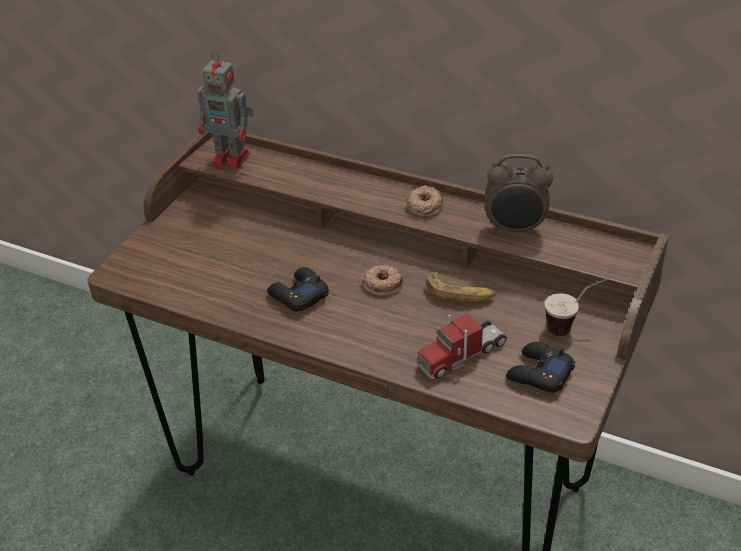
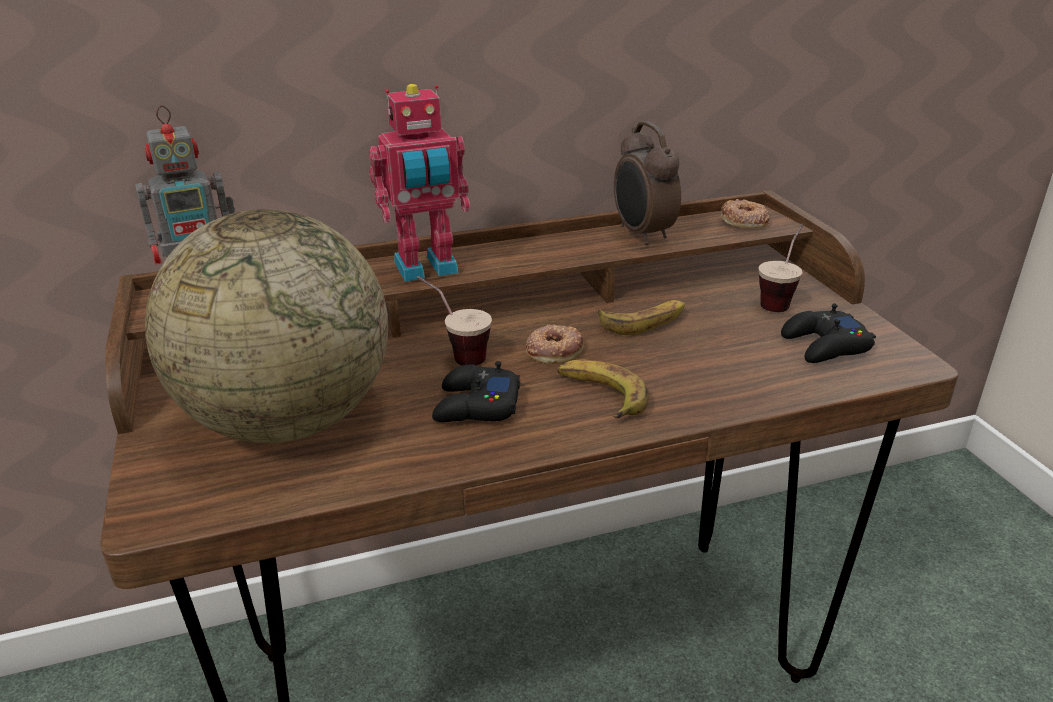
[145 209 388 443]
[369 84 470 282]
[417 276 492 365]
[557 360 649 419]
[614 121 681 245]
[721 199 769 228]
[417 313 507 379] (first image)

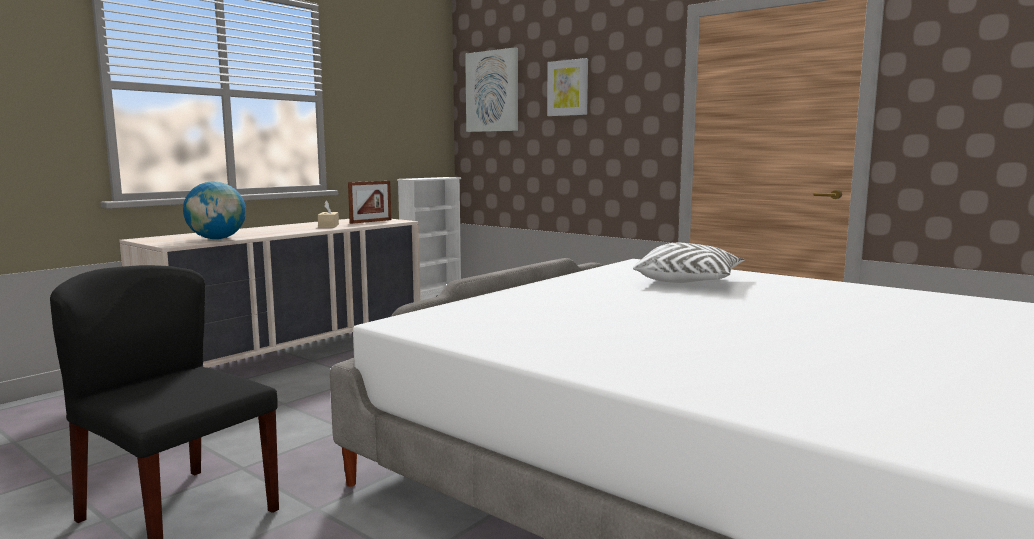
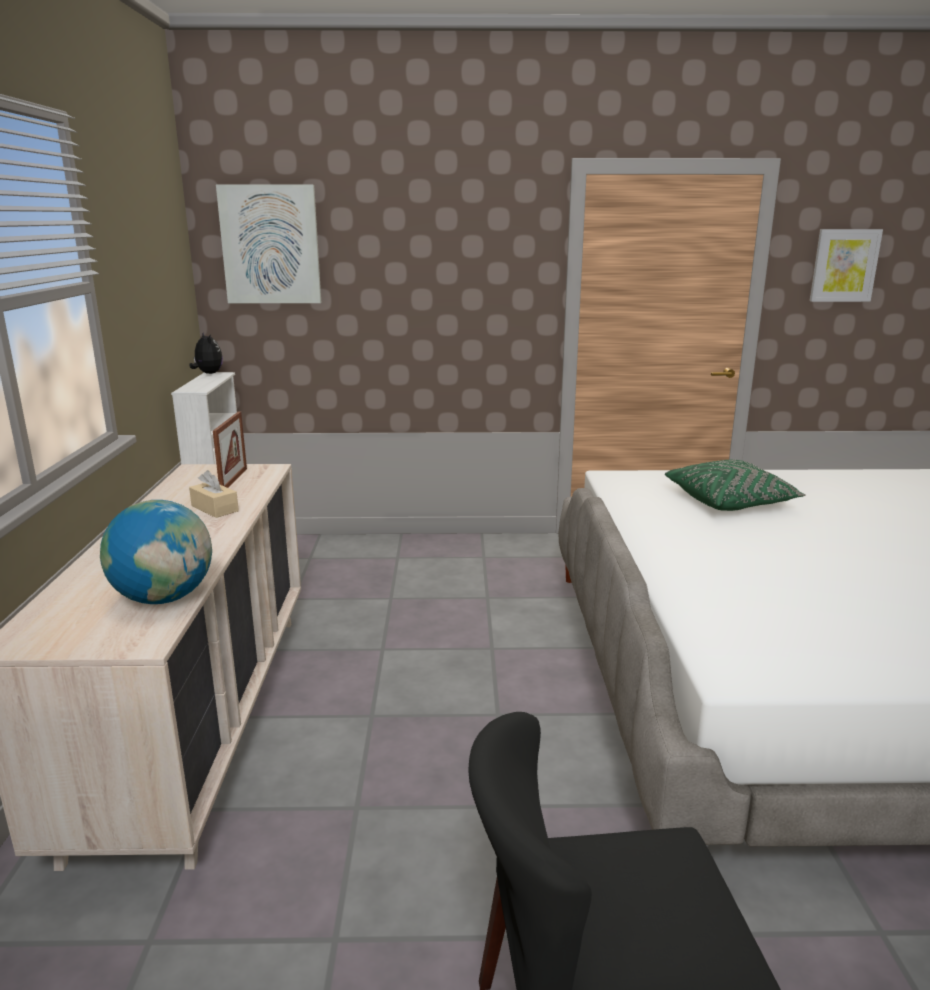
[189 332 223 374]
[665 460 806 511]
[810 229 883 302]

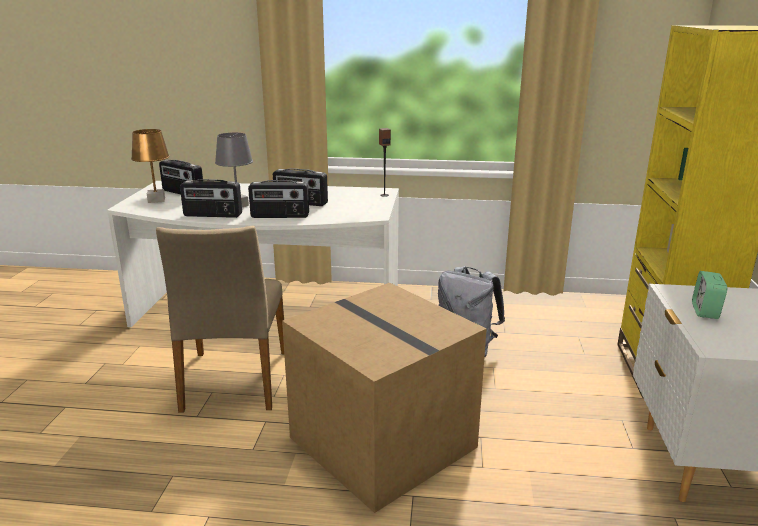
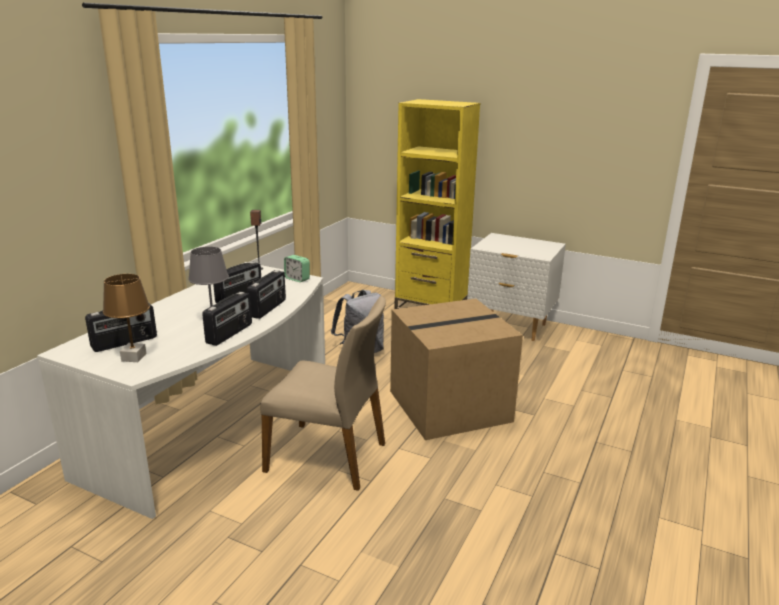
[284 255 310 282]

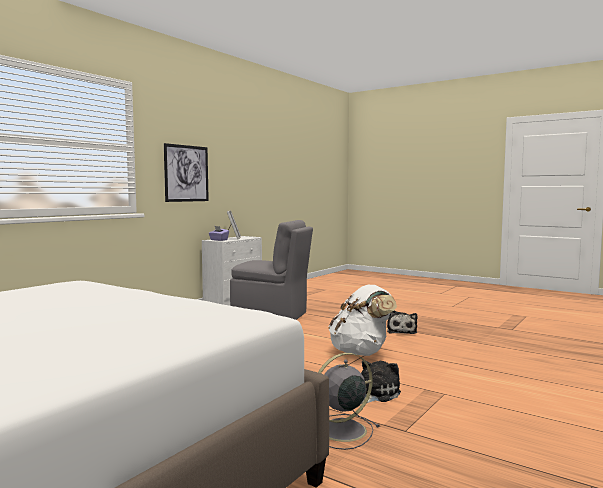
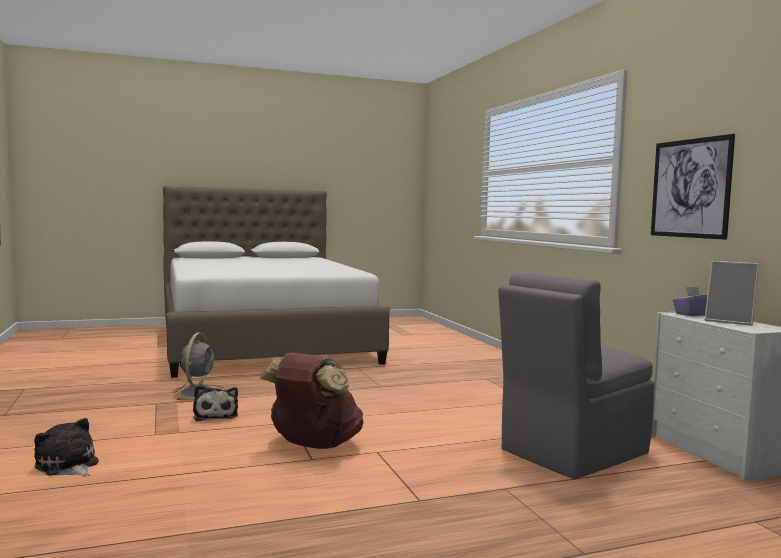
[34 418 99 477]
[260 352 363 449]

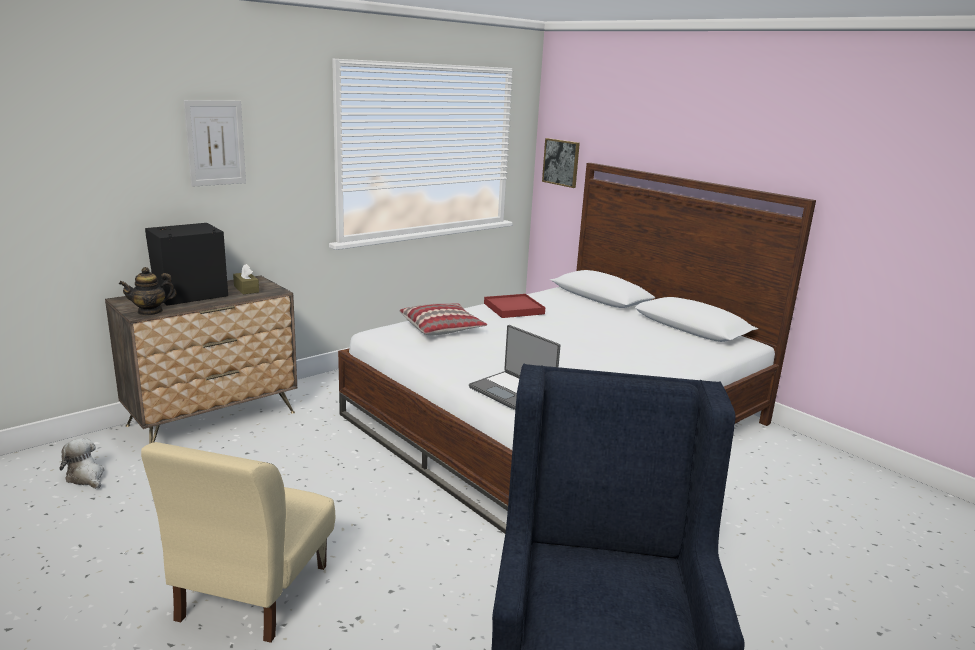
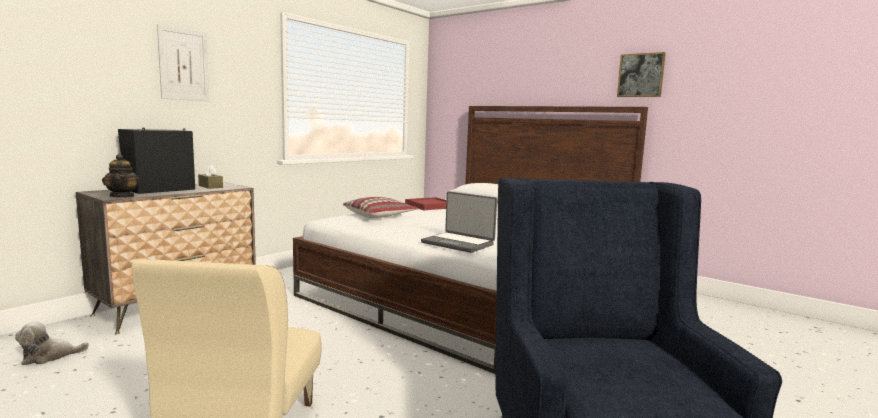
[15 321 89 365]
[102 154 140 198]
[617 52 666 97]

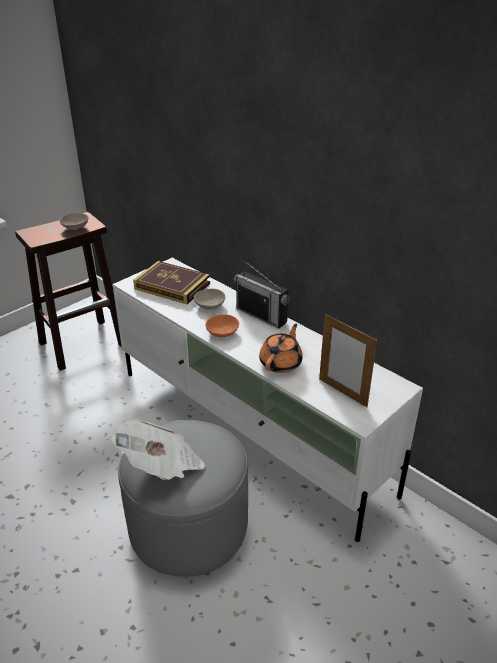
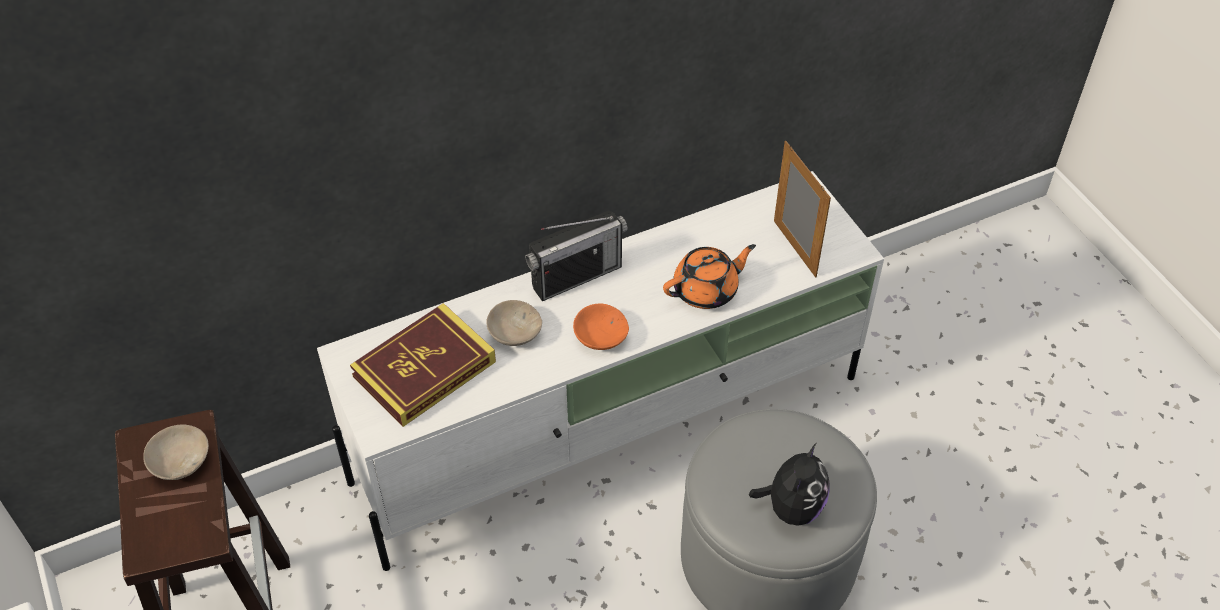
[663 244 756 309]
[749 444 830 526]
[774 141 831 278]

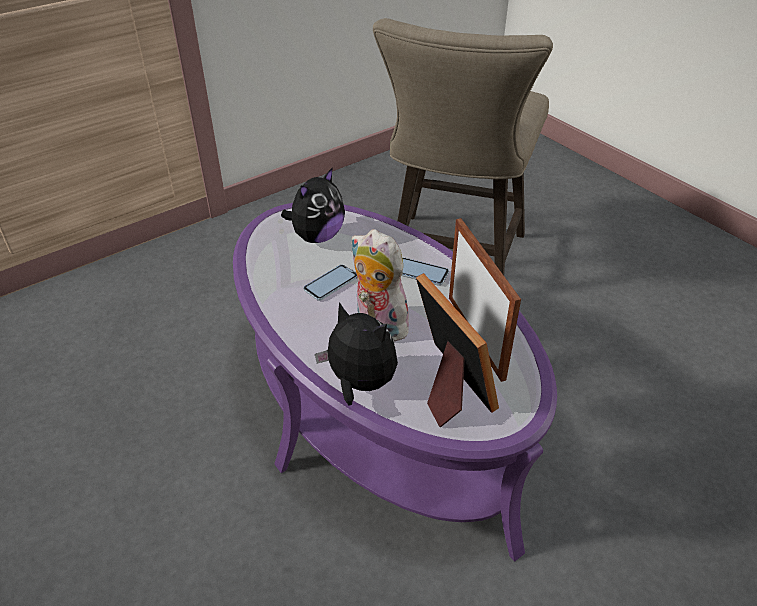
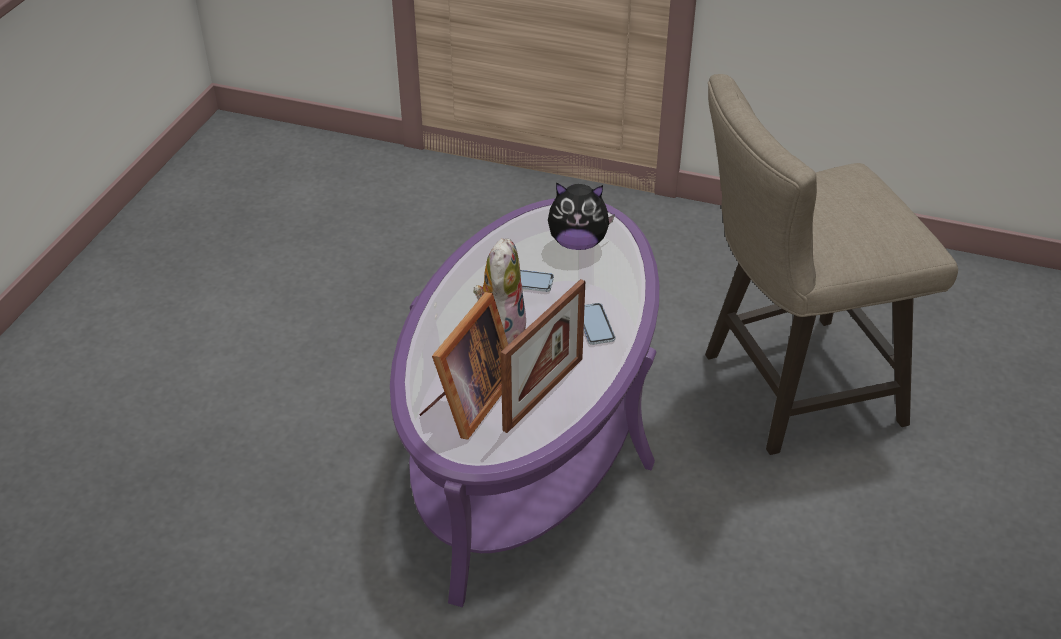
[315 302 398 406] (first image)

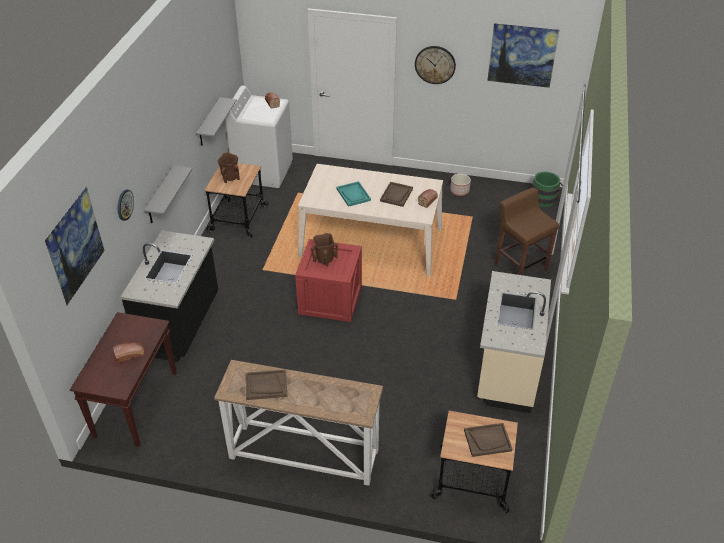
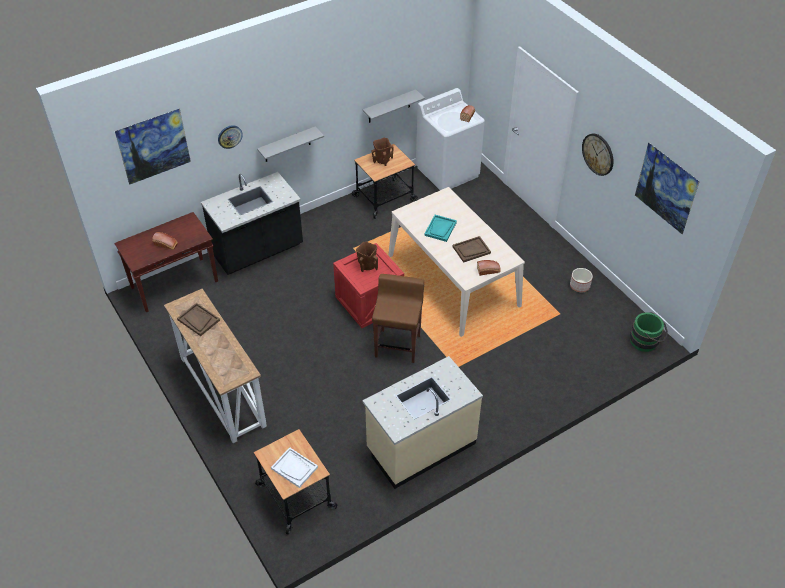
[271 447 318 488]
[372 274 424 363]

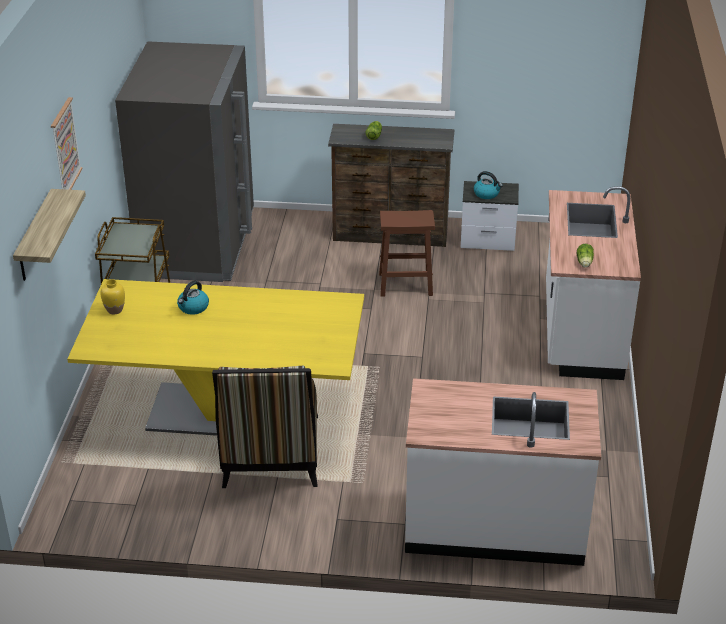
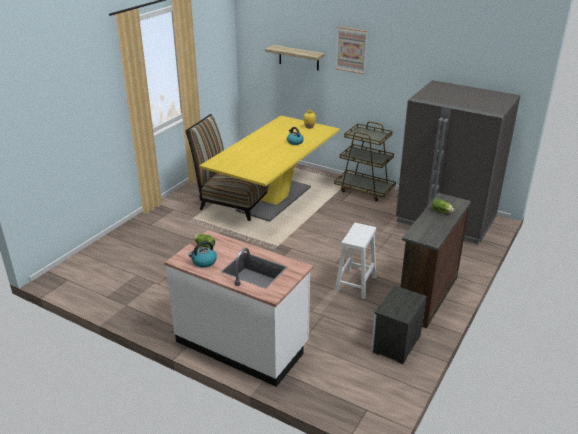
[188 241 217 268]
[335 223 376 299]
[405 378 601 566] (first image)

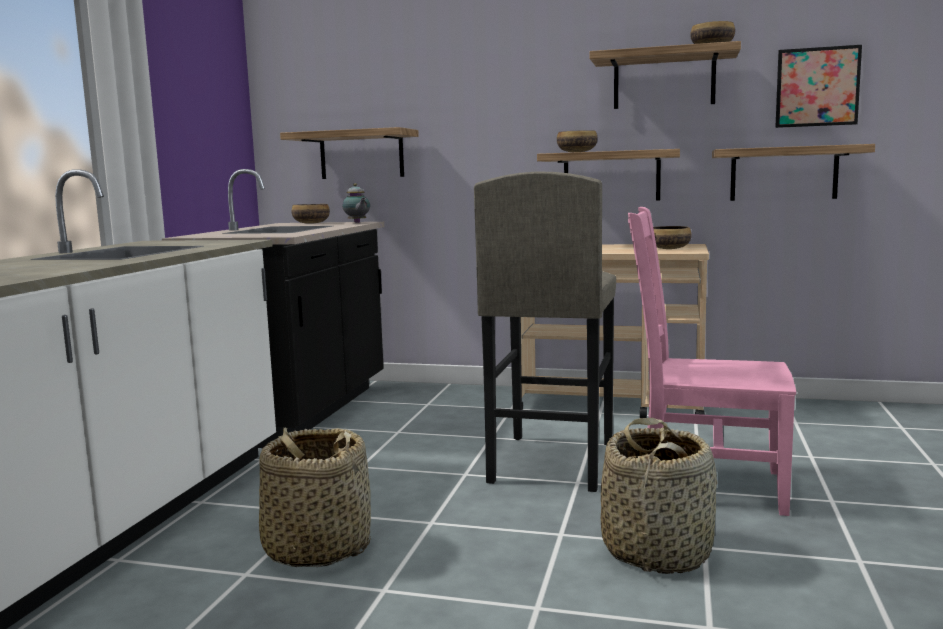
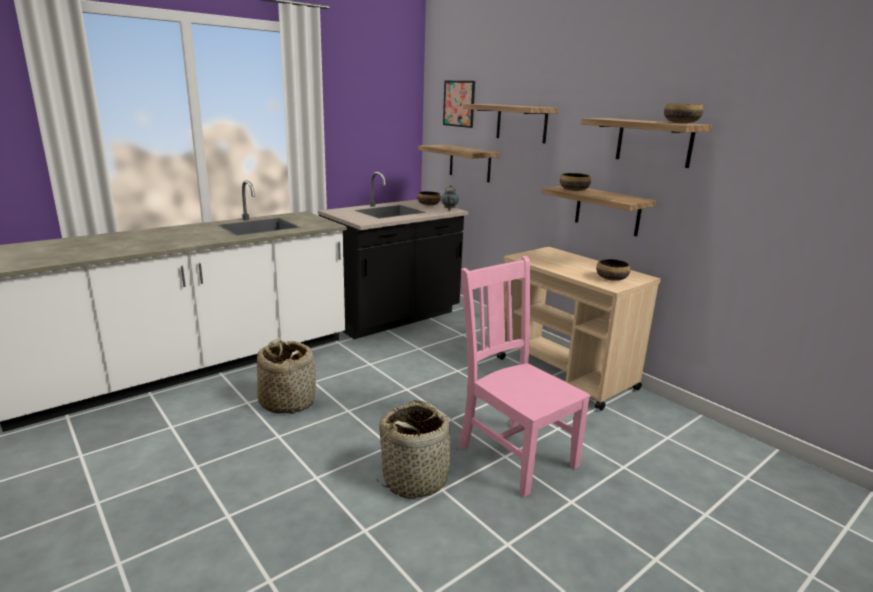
[443 81 475 128]
[463 104 559 144]
[474 171 616 492] (first image)

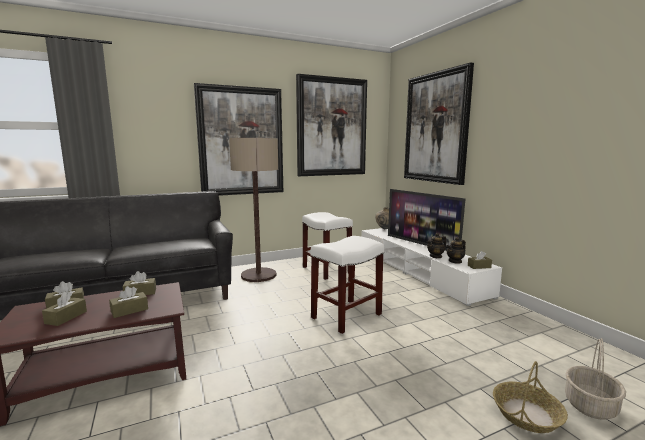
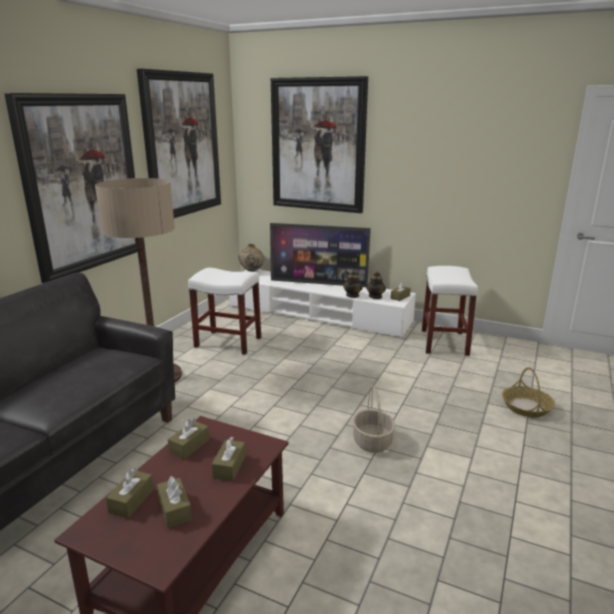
[352 385 395 453]
[422 266 478 356]

